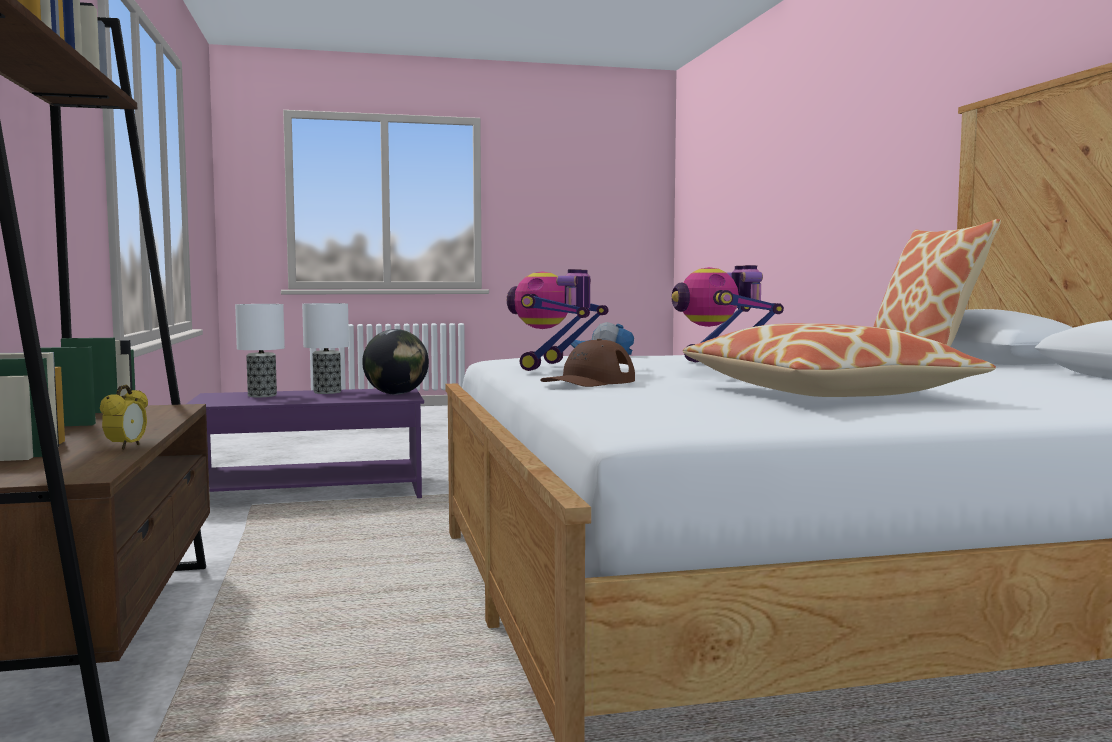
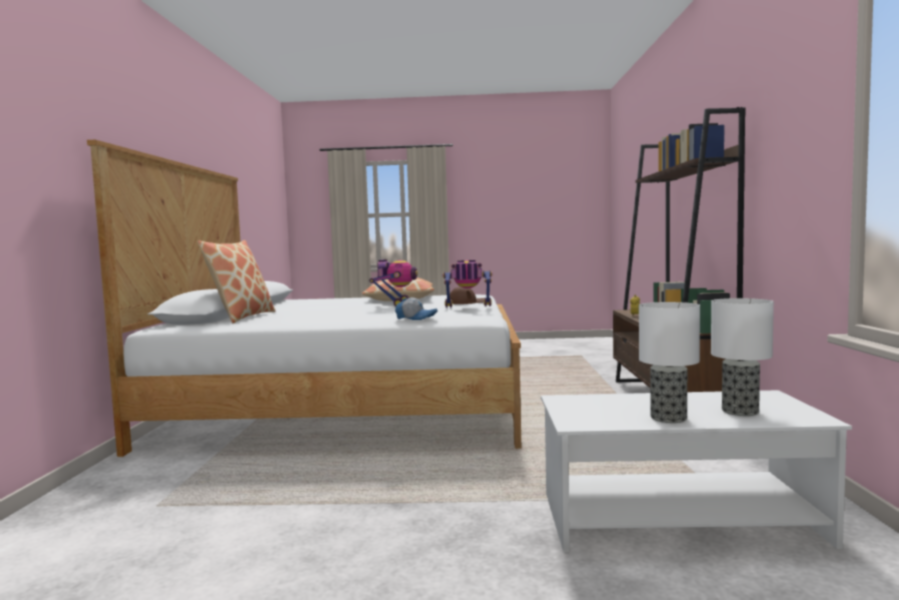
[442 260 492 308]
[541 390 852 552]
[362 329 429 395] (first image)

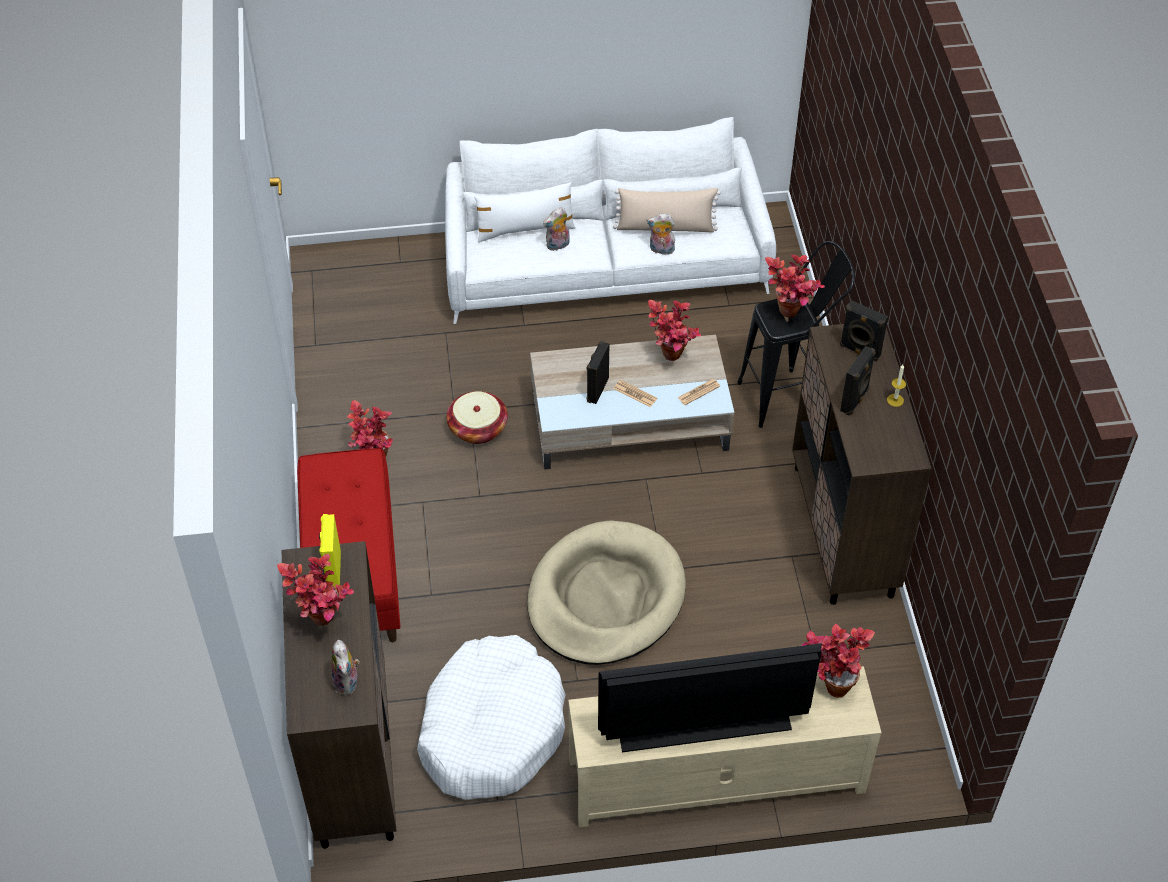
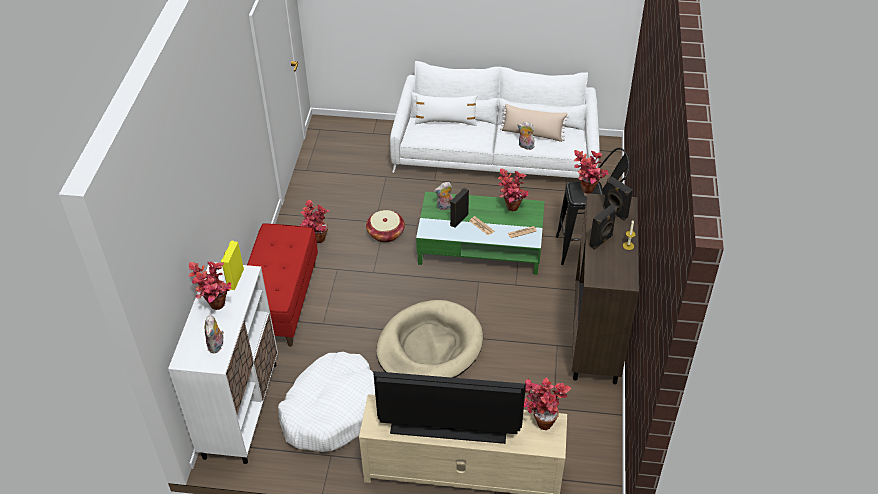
[168 262 278 464]
[416 192 545 275]
[434 182 453 210]

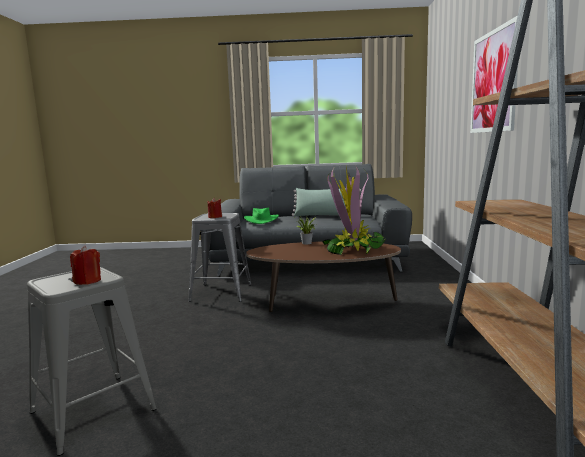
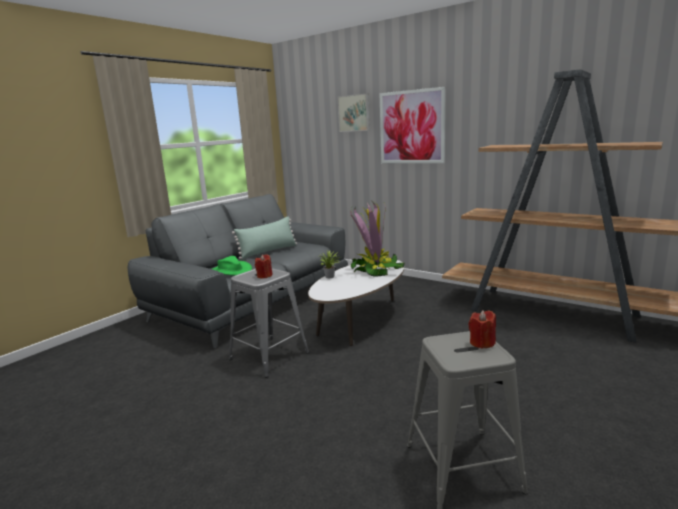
[308 260 404 346]
[338 94 370 132]

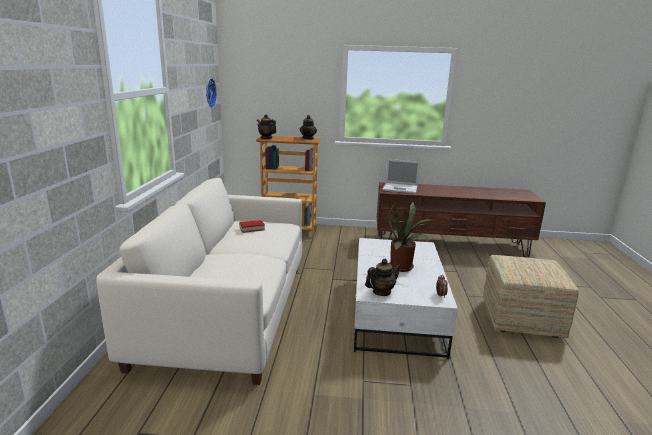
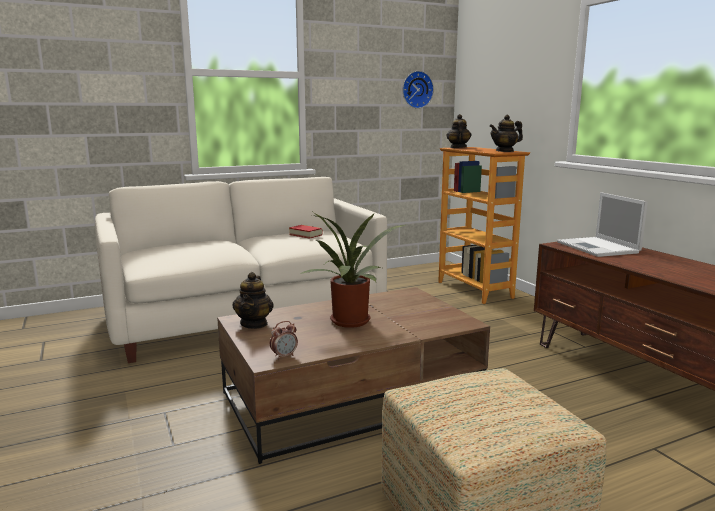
[217 287 490 464]
[232 272 274 329]

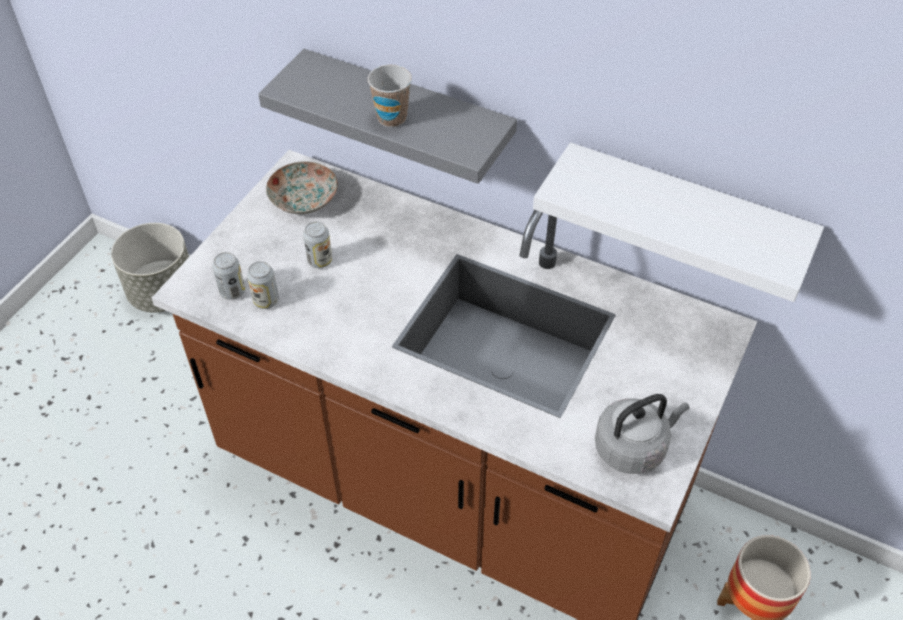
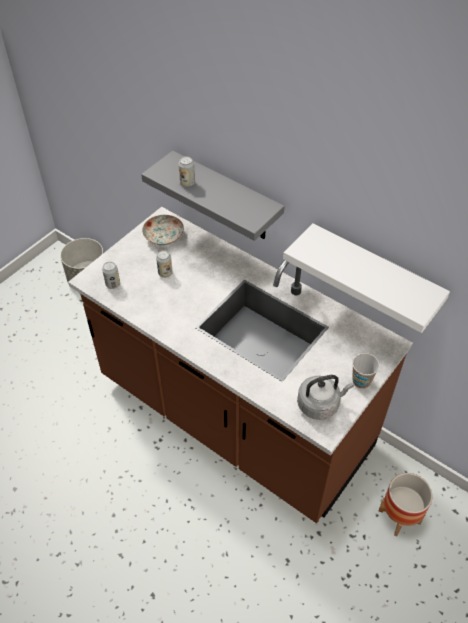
[178 156 195 187]
[352 353 380 389]

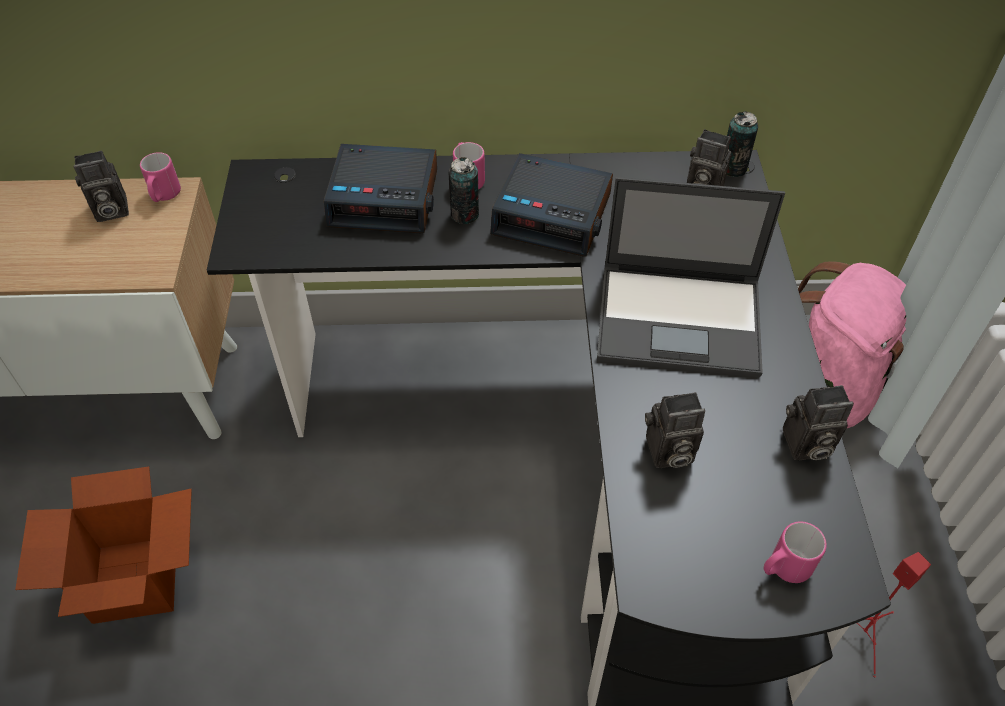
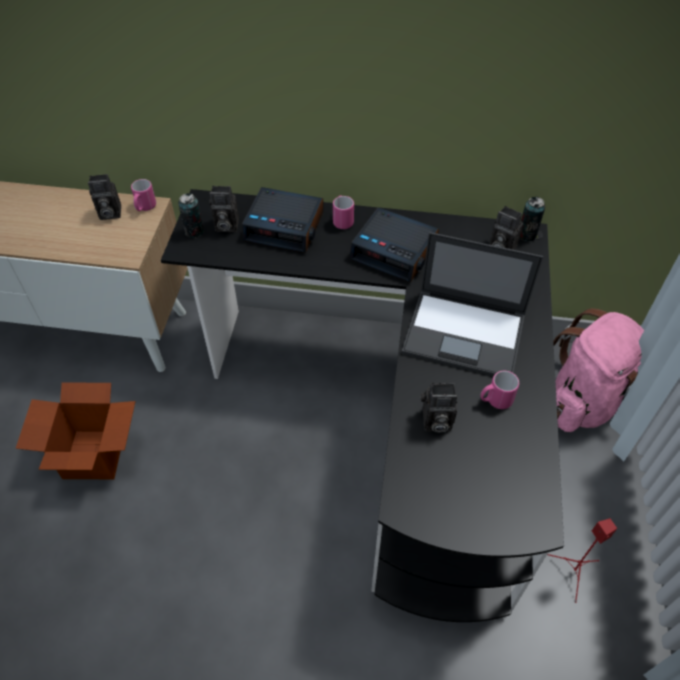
[178 193 204 238]
[209 186 239 232]
[481 371 519 409]

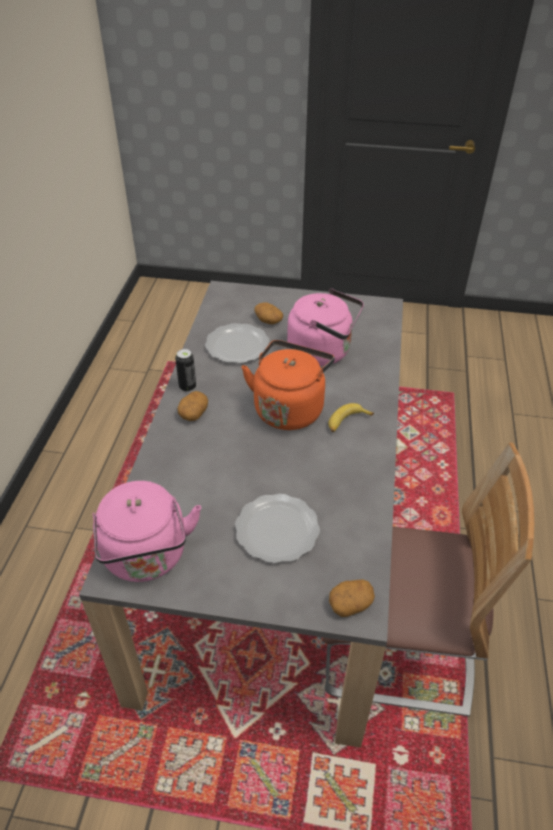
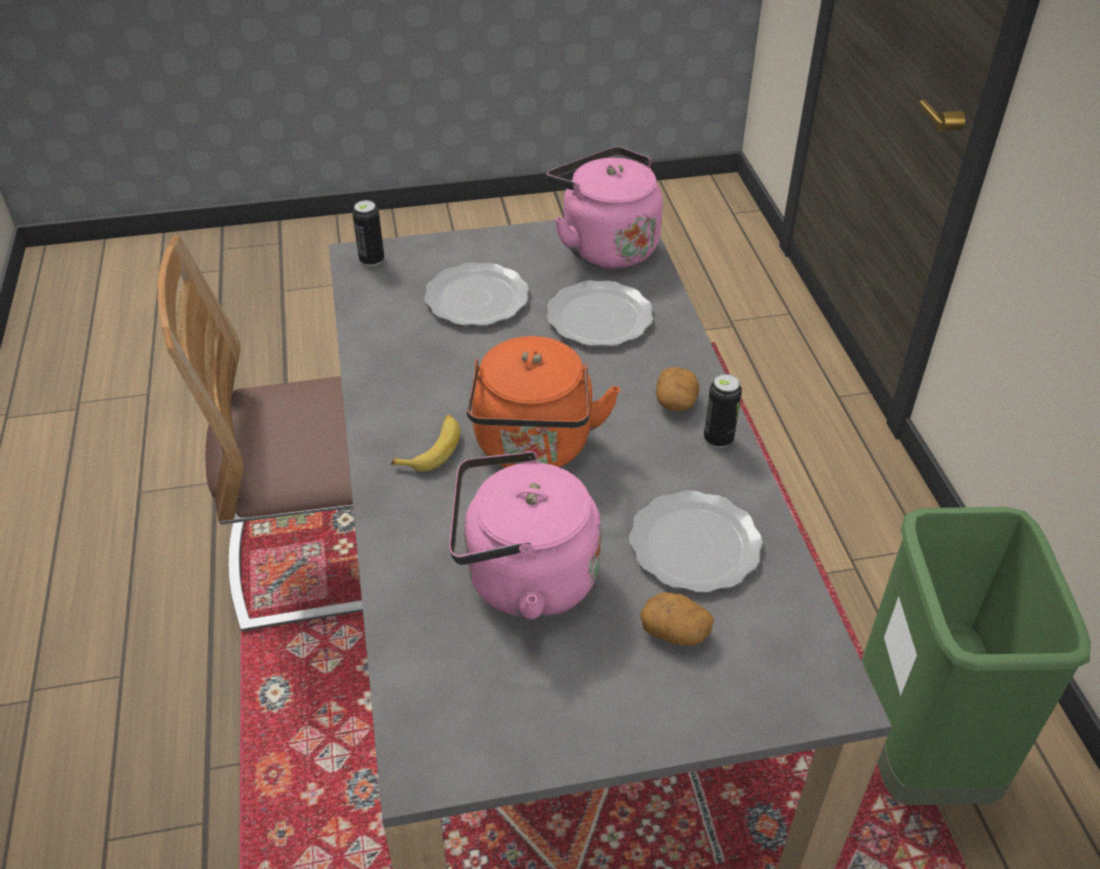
[352 200 384 266]
[547 281 653 346]
[861 507 1091 805]

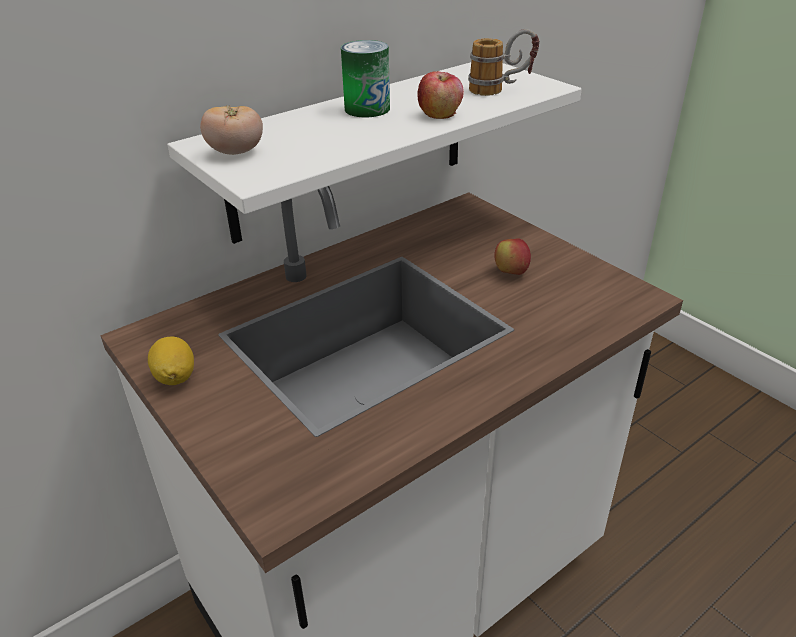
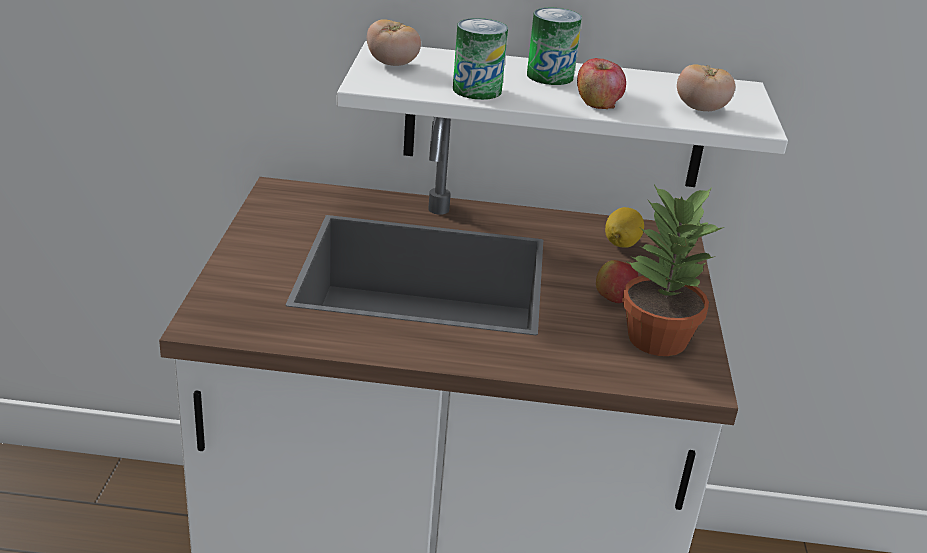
[453 18 508 100]
[605 207 644 248]
[622 185 724 356]
[677 64 735 111]

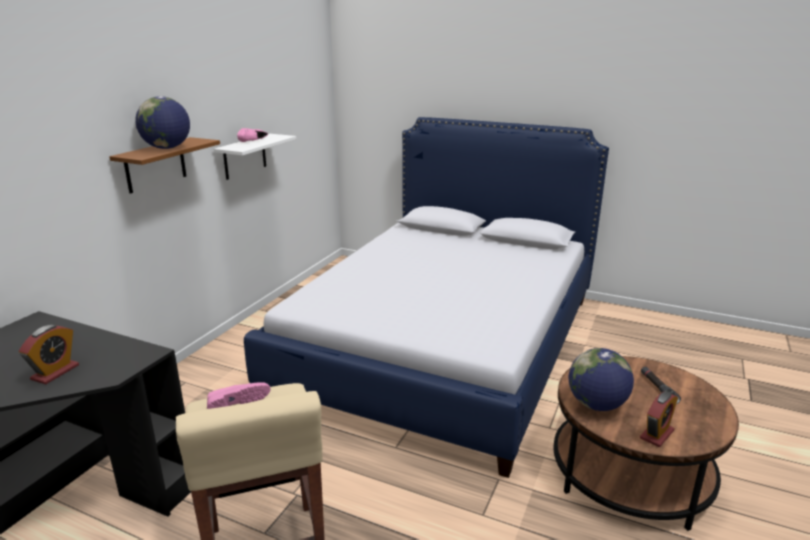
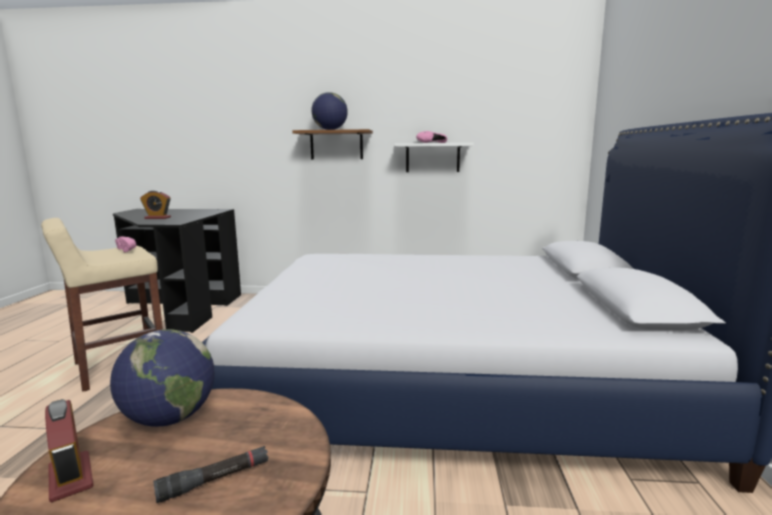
[45 399 93 502]

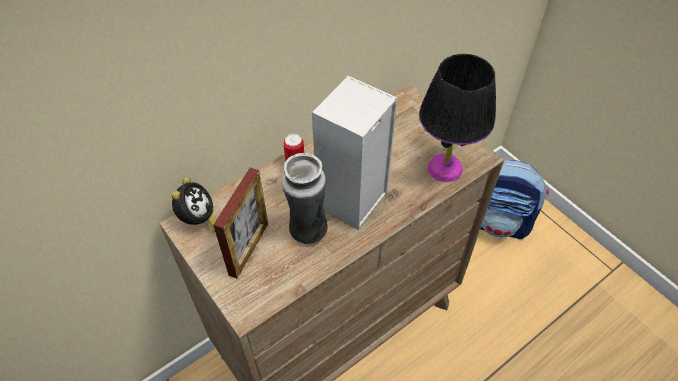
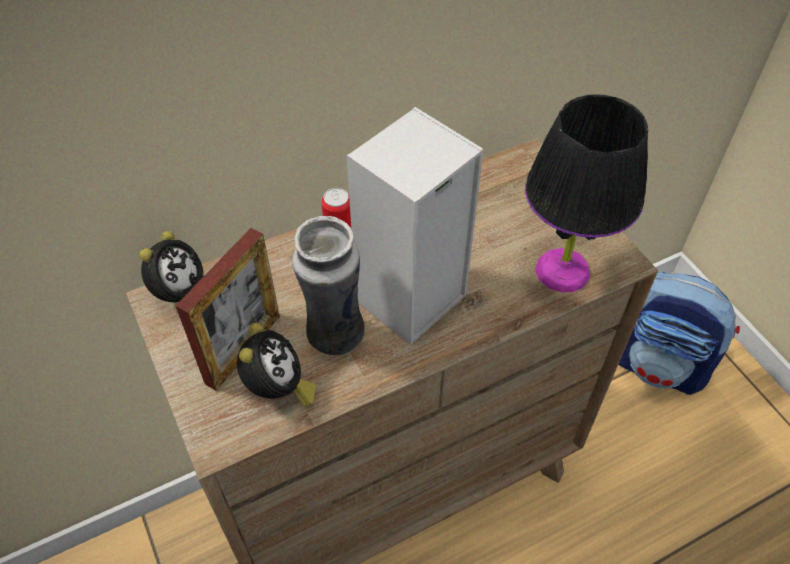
[237 323 316 407]

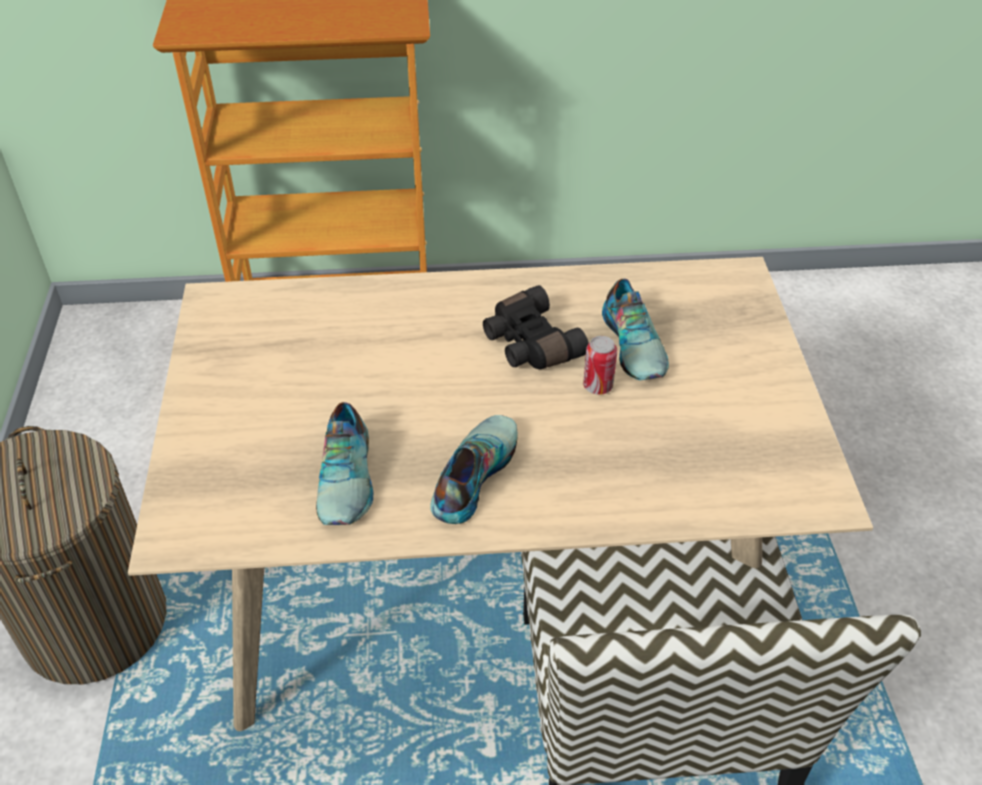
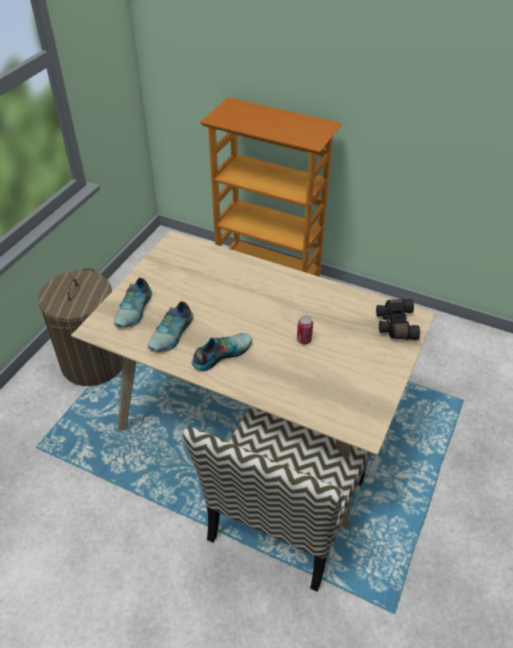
[114 278 152 328]
[376 299 420 340]

